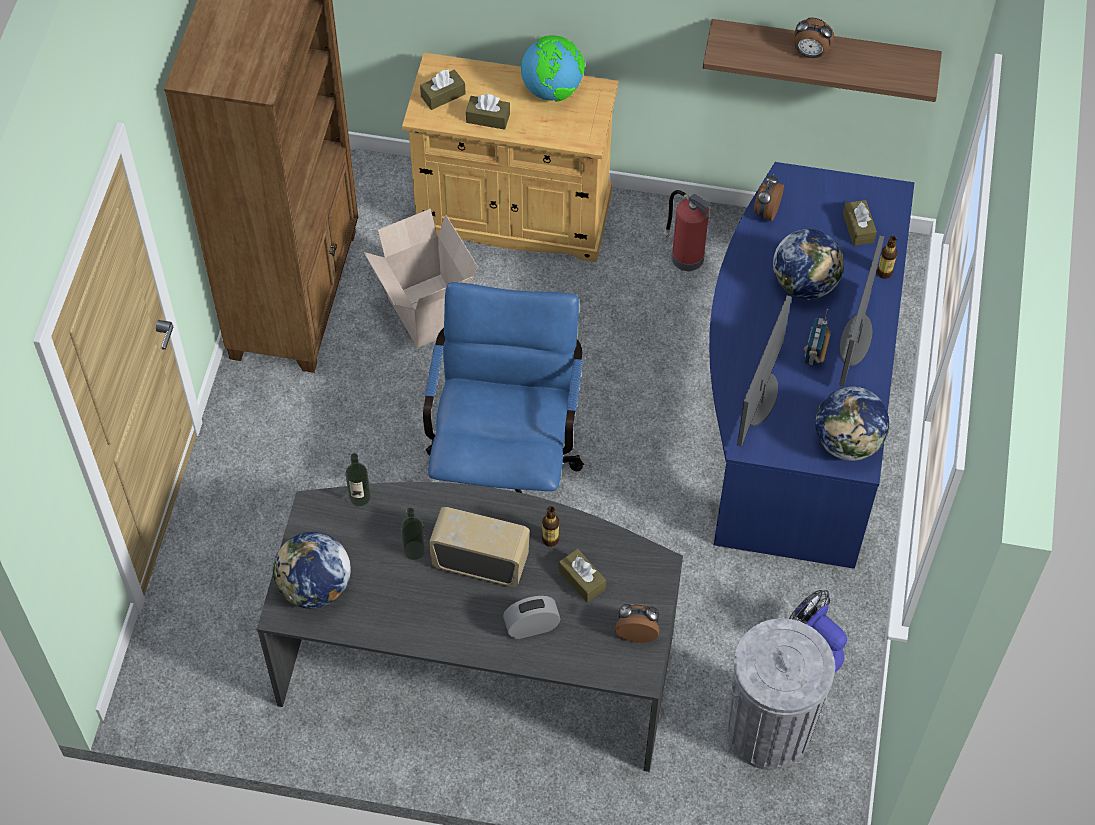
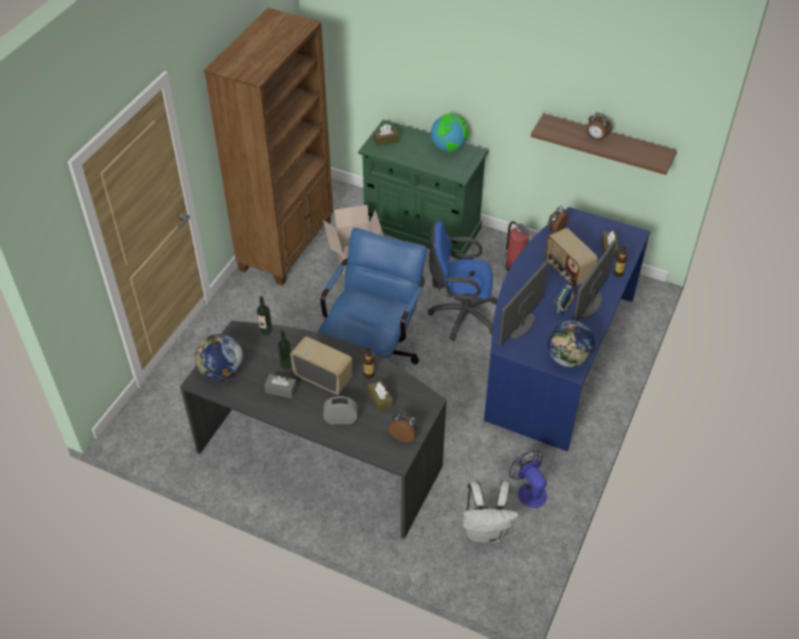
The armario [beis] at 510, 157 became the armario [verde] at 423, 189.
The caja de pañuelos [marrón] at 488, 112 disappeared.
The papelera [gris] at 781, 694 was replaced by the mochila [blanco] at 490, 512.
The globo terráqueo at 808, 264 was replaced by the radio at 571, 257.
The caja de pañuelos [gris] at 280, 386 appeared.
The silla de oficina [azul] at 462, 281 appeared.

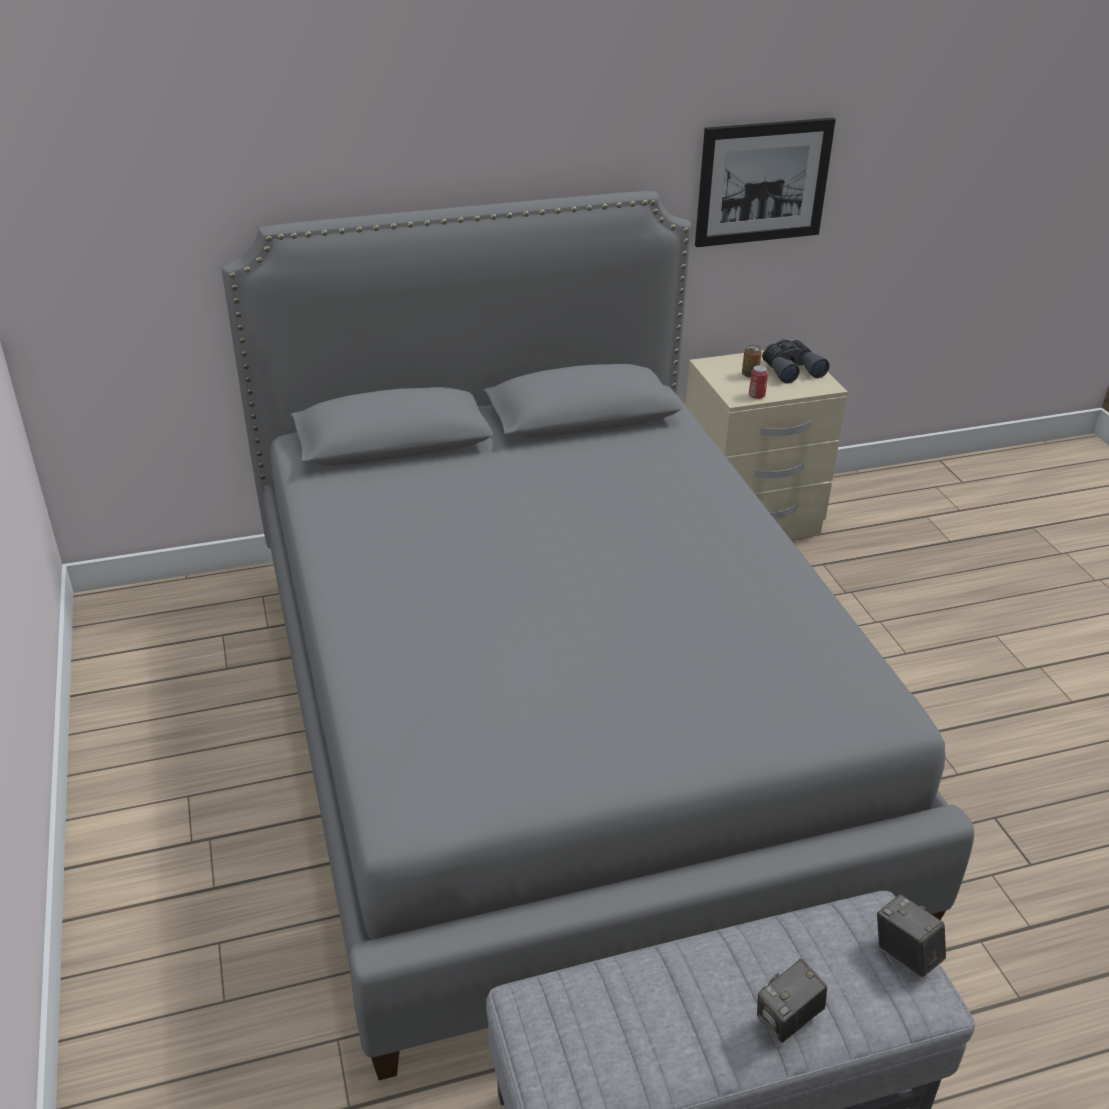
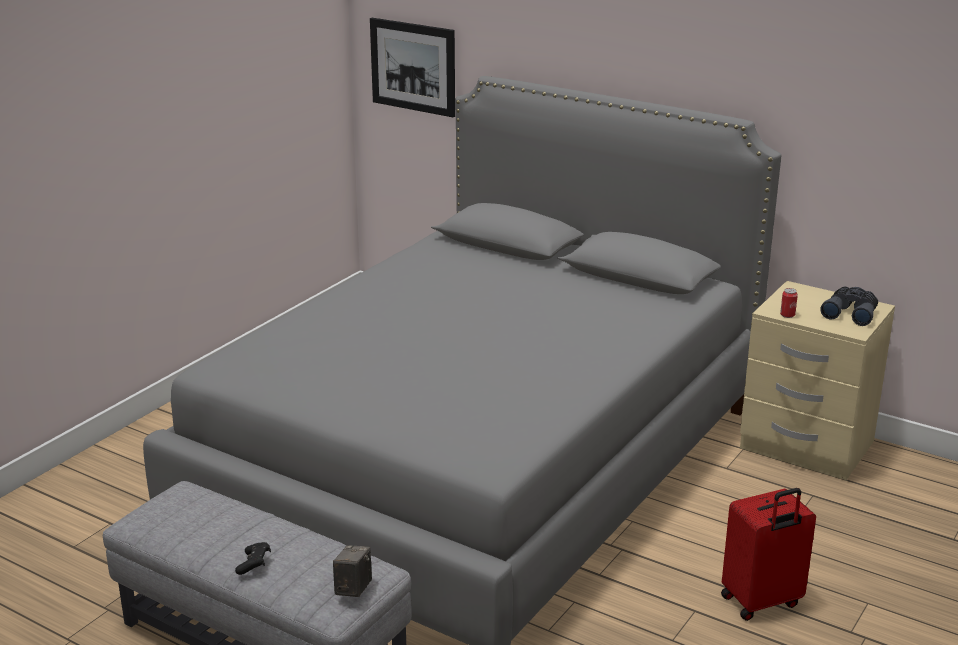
The cuadro moved from 765, 182 to 412, 67.
The lata at 752, 361 disappeared.
The cámara at 792, 1001 was replaced by the mando de consola [negro] at 253, 558.
The maleta [rojo] at 768, 554 appeared.

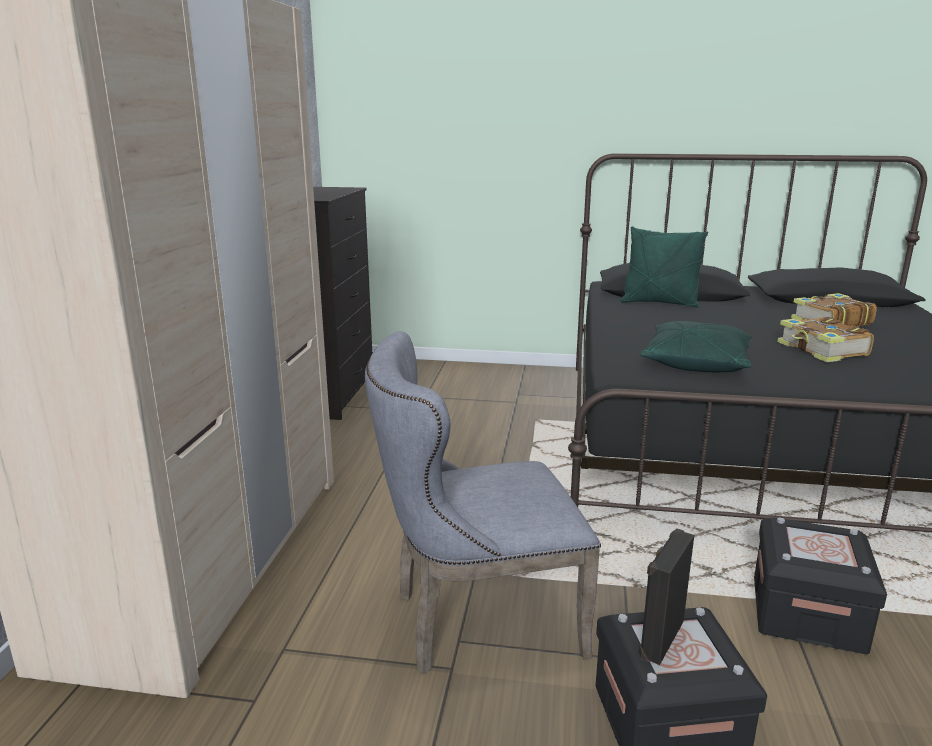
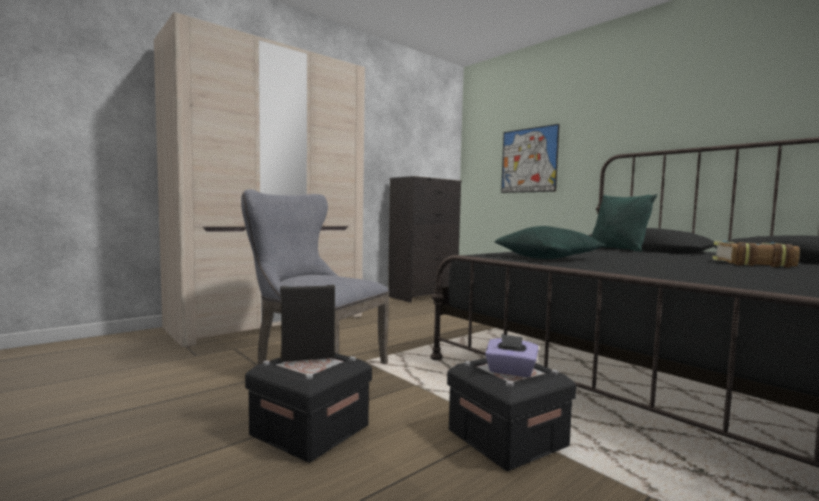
The libro at 826, 339 disappeared.
The caja de pañuelos [morado] at 512, 355 appeared.
The cuadro at 530, 158 appeared.

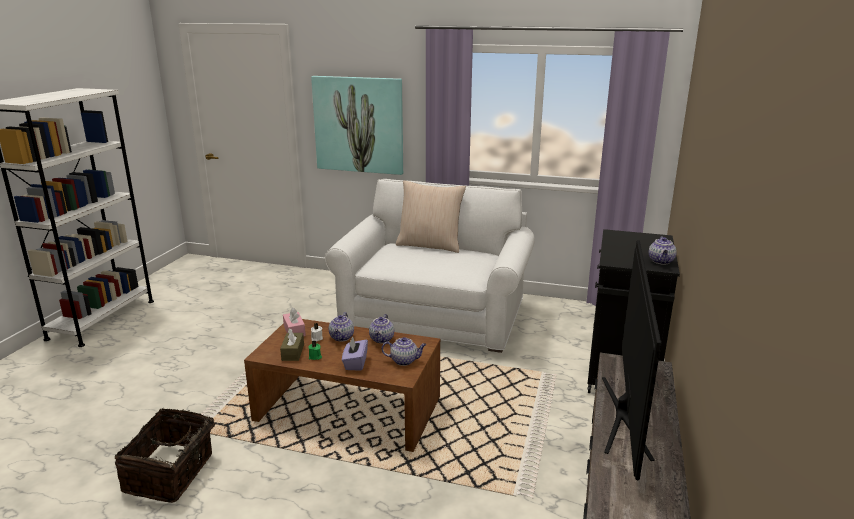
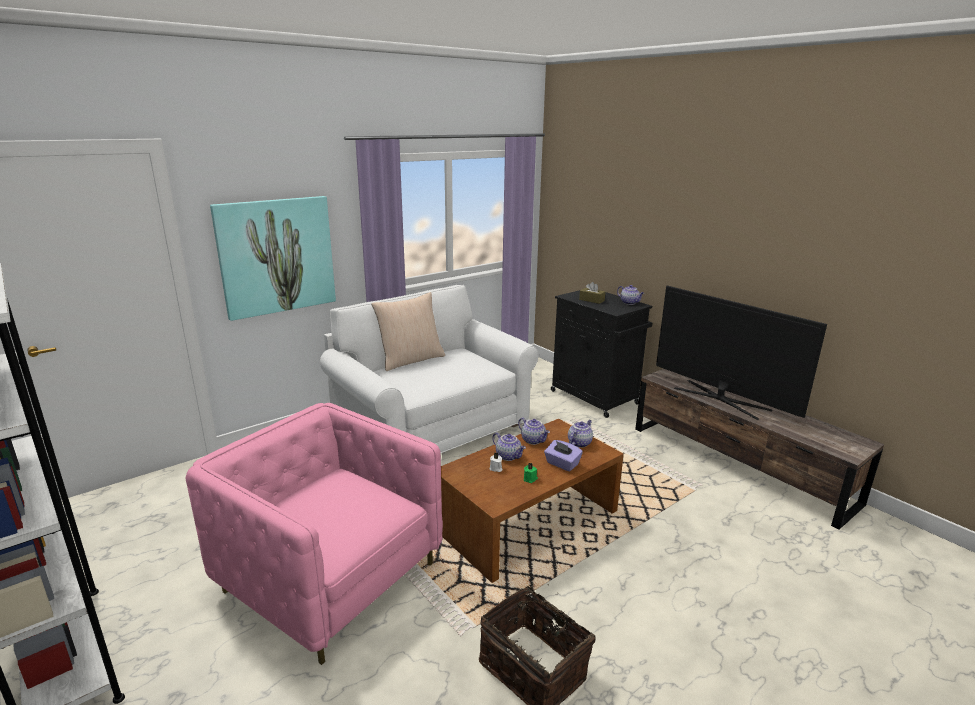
The caja de pañuelos [marrón] moved from 292, 344 to 592, 293.
The caja de pañuelos [rosa] at 294, 321 disappeared.
The sillón [rosa] at 314, 534 appeared.

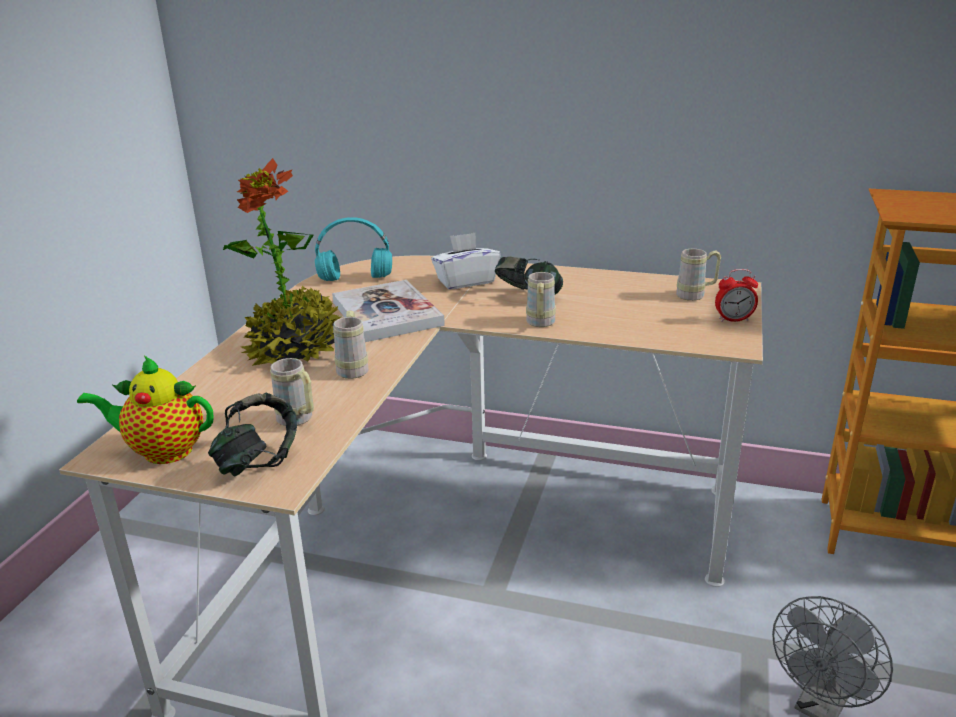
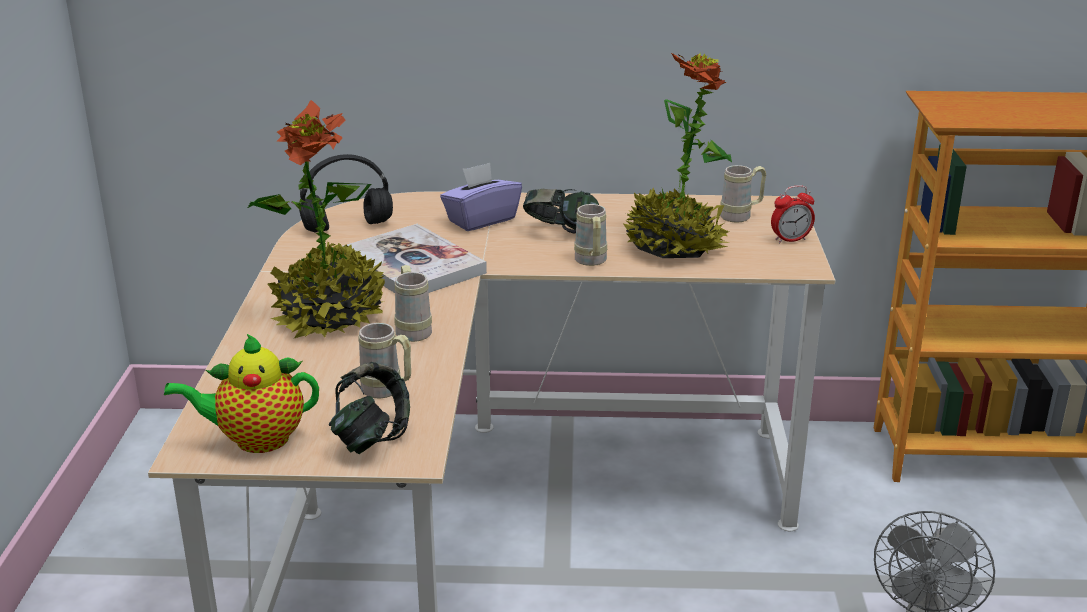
The auriculares [turquesa] at 353, 249 became the auriculares [negro] at 346, 193.
The caja de pañuelos [blanco] at 466, 261 became the caja de pañuelos [morado] at 481, 197.
The planta en maceta at 677, 155 appeared.

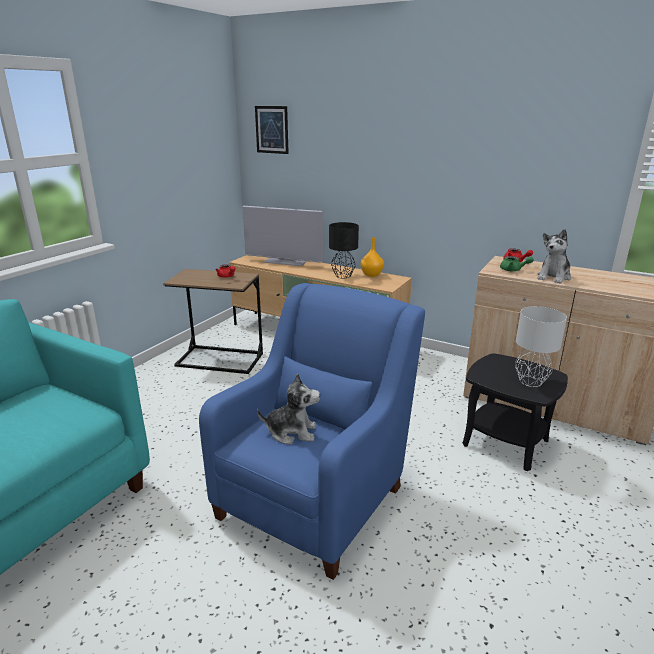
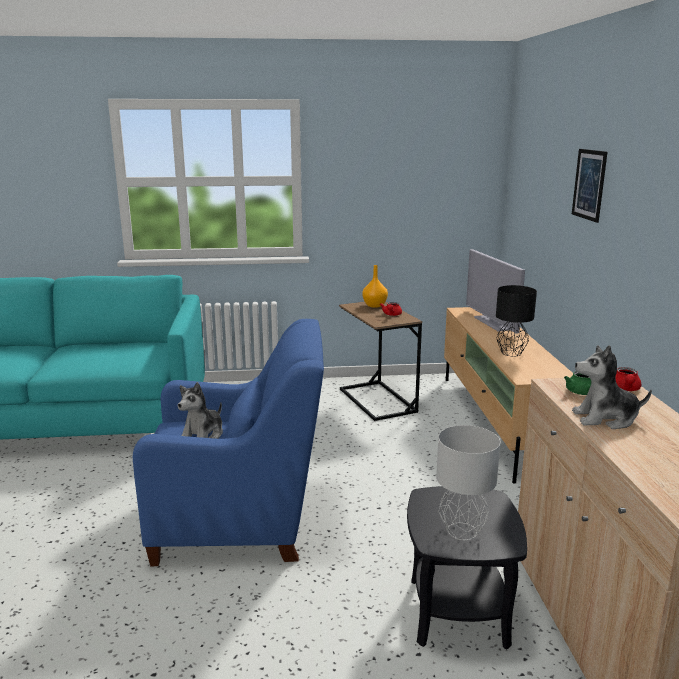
The cuadro moved from 272, 130 to 589, 186.
The peluche at 288, 409 turned 60 degrees clockwise.
The florero [naranja] moved from 372, 257 to 375, 286.

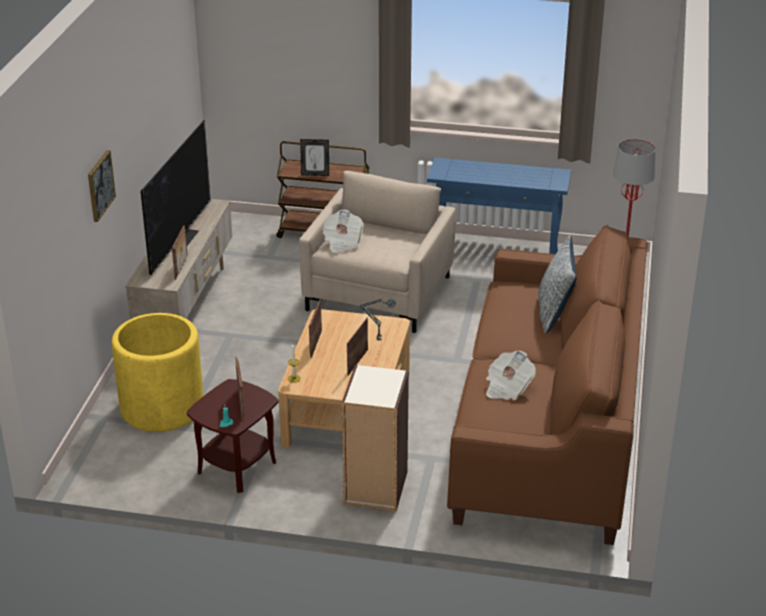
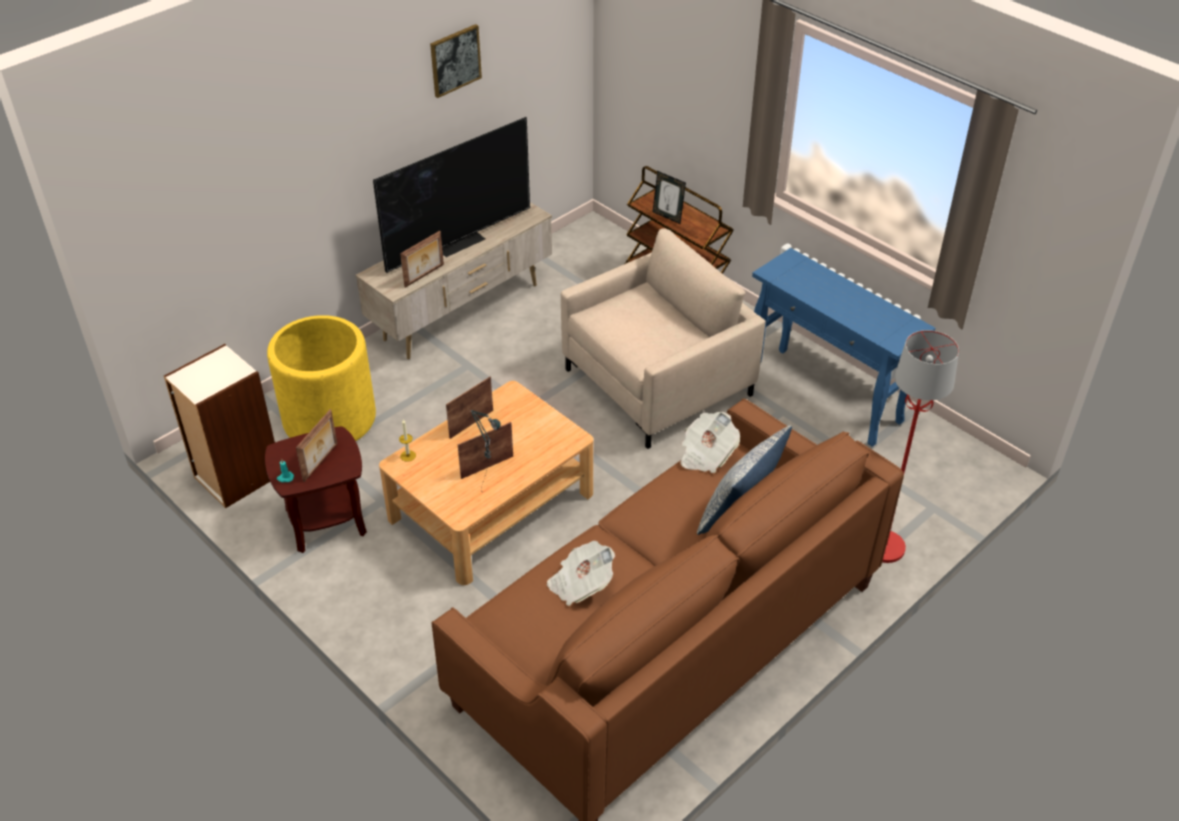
The cuadro moved from 102, 186 to 456, 61.
The periódico moved from 343, 231 to 710, 442.
The estantería moved from 375, 438 to 219, 426.

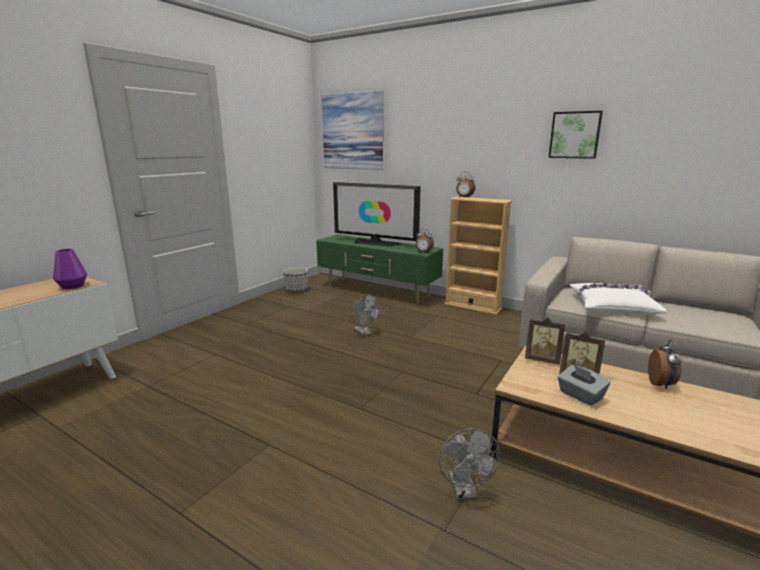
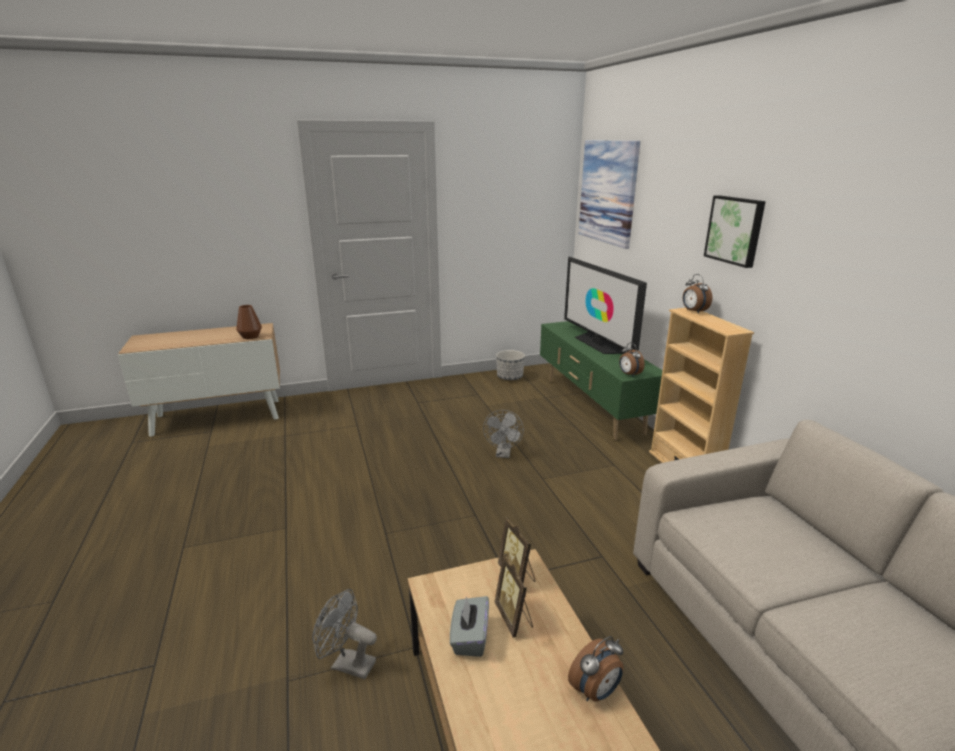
The florero [morado] at 70, 269 became the florero [marrón] at 249, 322.
The ventilador [gris] at 469, 464 turned 75 degrees clockwise.
The cuadro moved from 575, 135 to 735, 231.
The cojín [blanco] at 618, 298 disappeared.

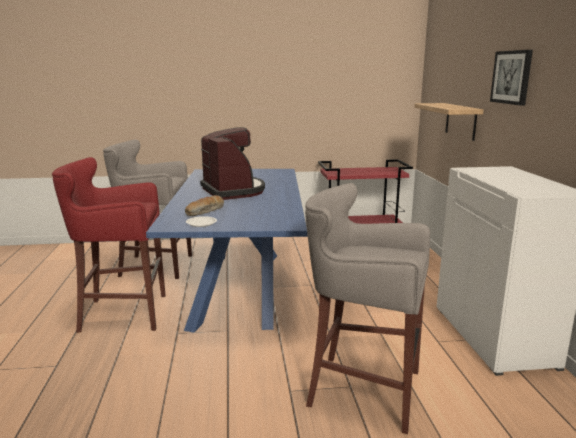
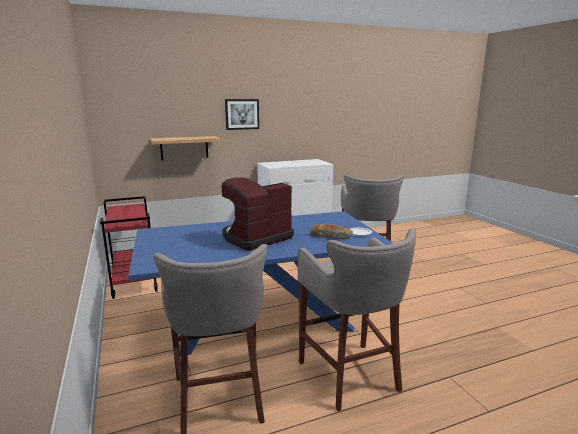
The taburete [rojo] at 108, 245 became the taburete [gris] at 357, 319.

